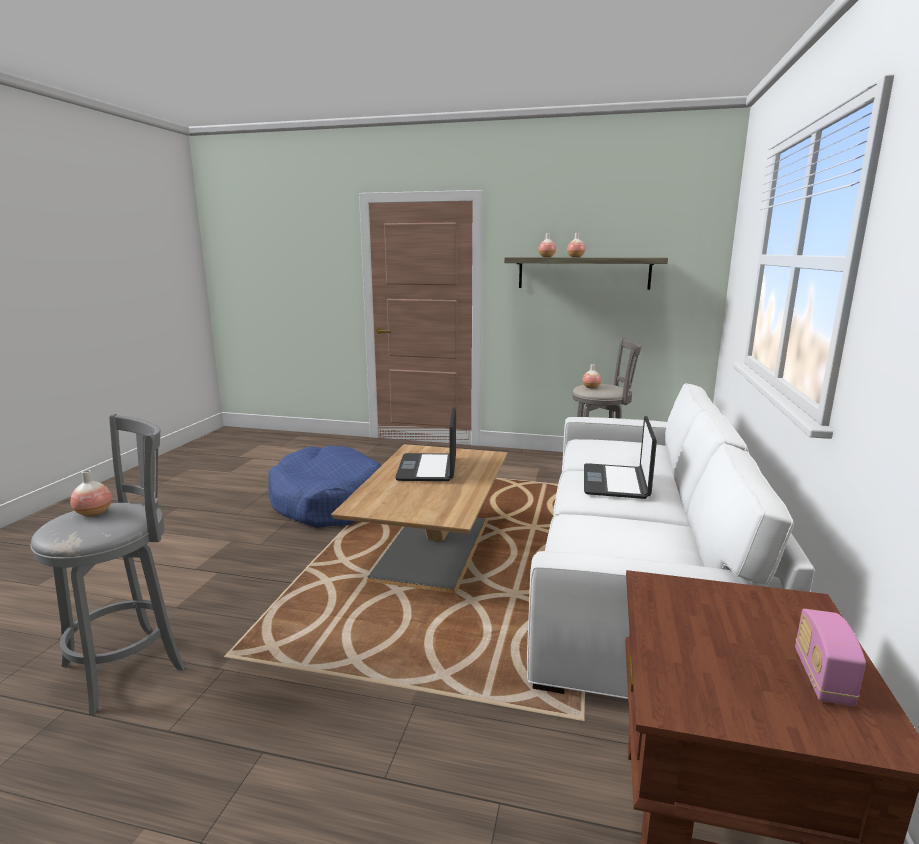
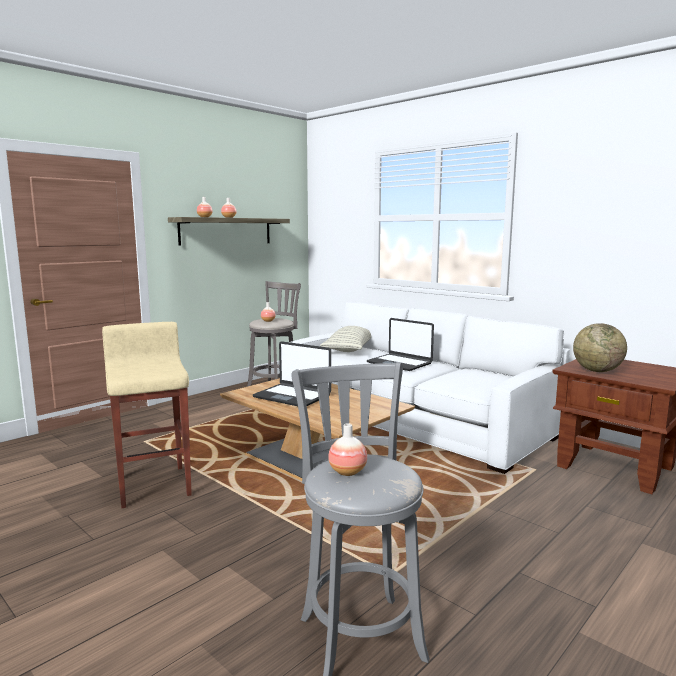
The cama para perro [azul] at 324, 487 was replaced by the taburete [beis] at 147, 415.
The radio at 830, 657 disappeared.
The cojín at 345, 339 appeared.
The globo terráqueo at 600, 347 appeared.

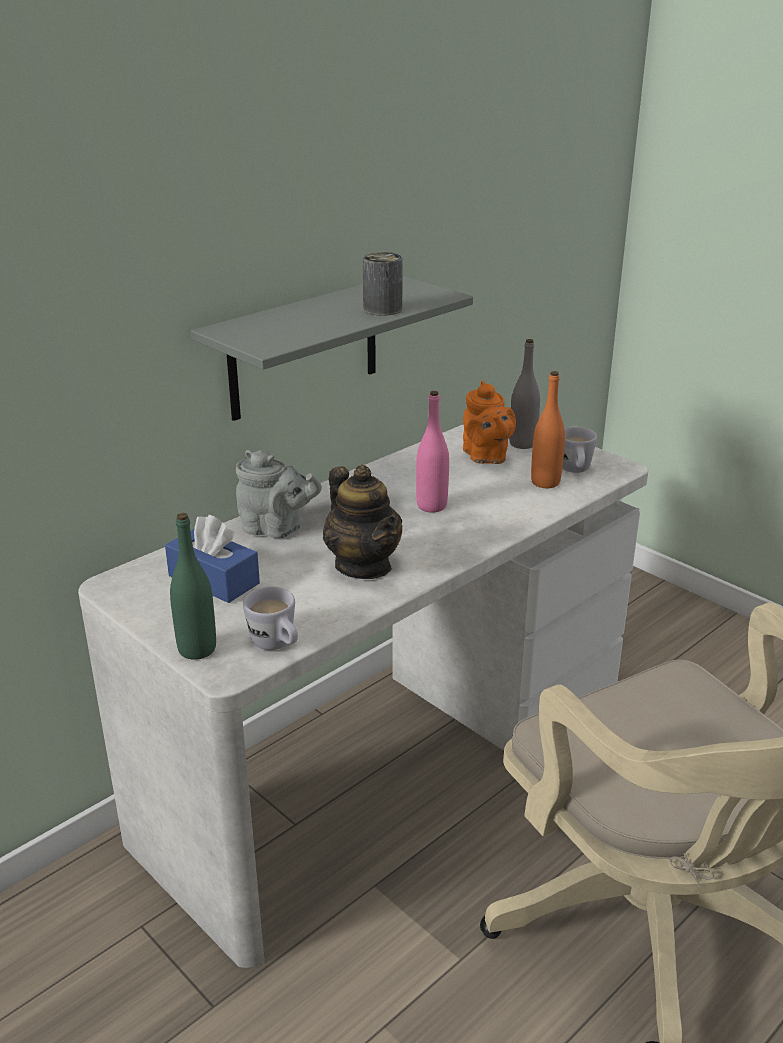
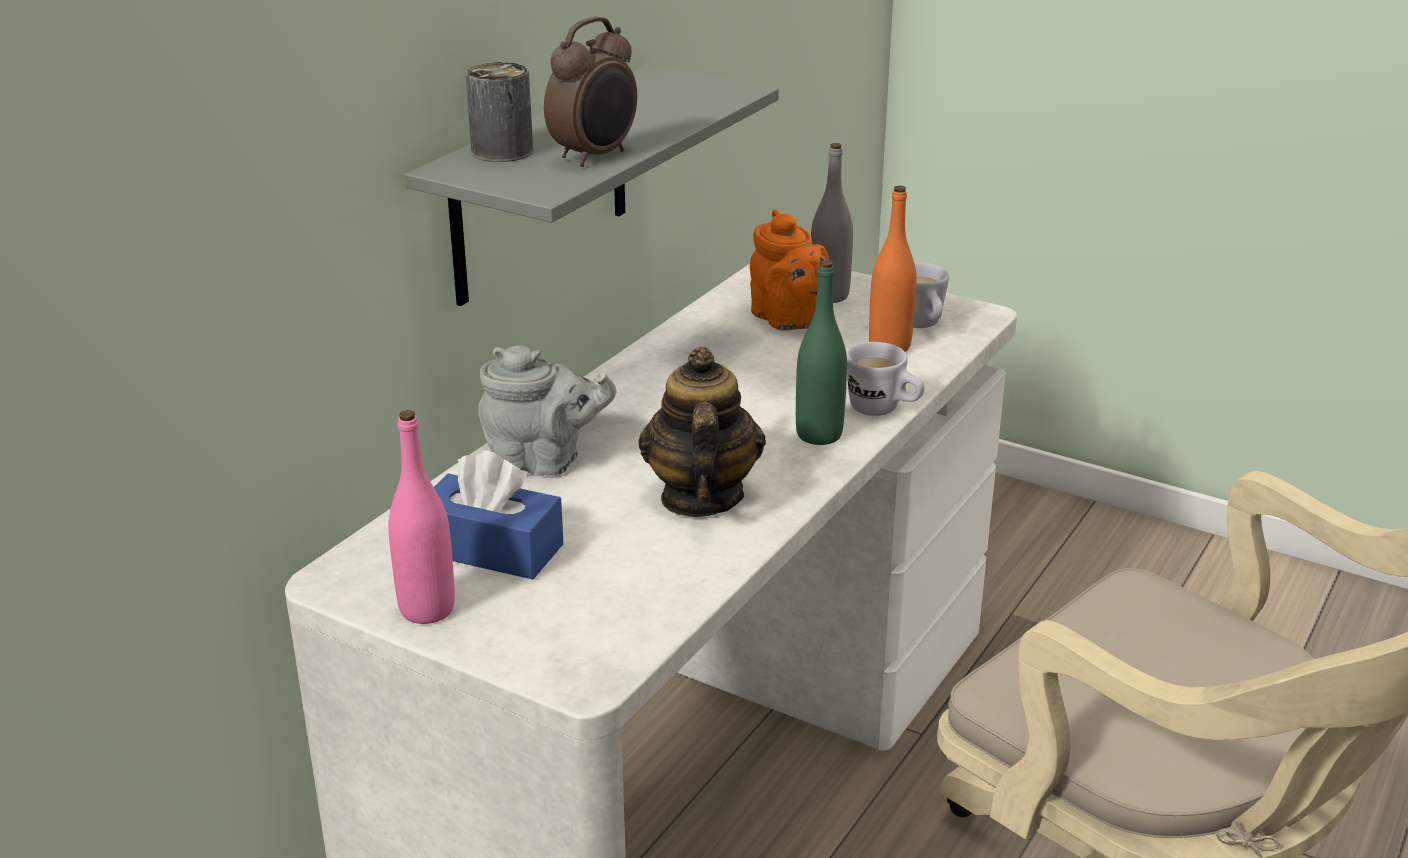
The botella [verde] moved from 193, 586 to 821, 352.
The taza grande [blanco] moved from 270, 618 to 885, 379.
The tetera at 362, 522 turned 135 degrees counterclockwise.
The lata moved from 383, 284 to 499, 112.
The botella [rosa] moved from 432, 451 to 421, 517.
The despertador at 590, 92 appeared.

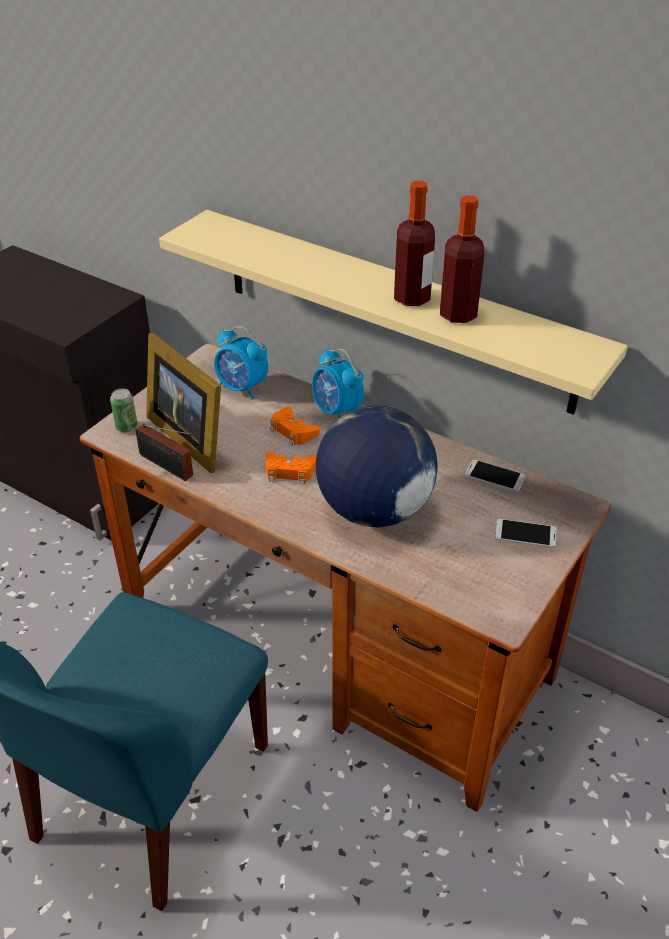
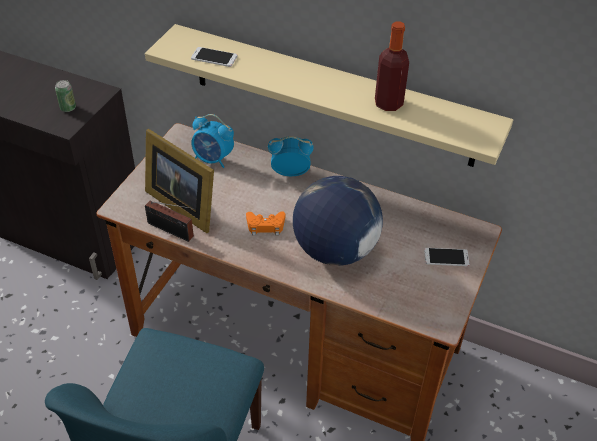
The lata moved from 123, 410 to 65, 96.
The mando de consola [naranja] at 295, 426 disappeared.
The despertador at 338, 383 turned 135 degrees clockwise.
The botella at 414, 243 disappeared.
The móvil moved from 495, 475 to 214, 57.

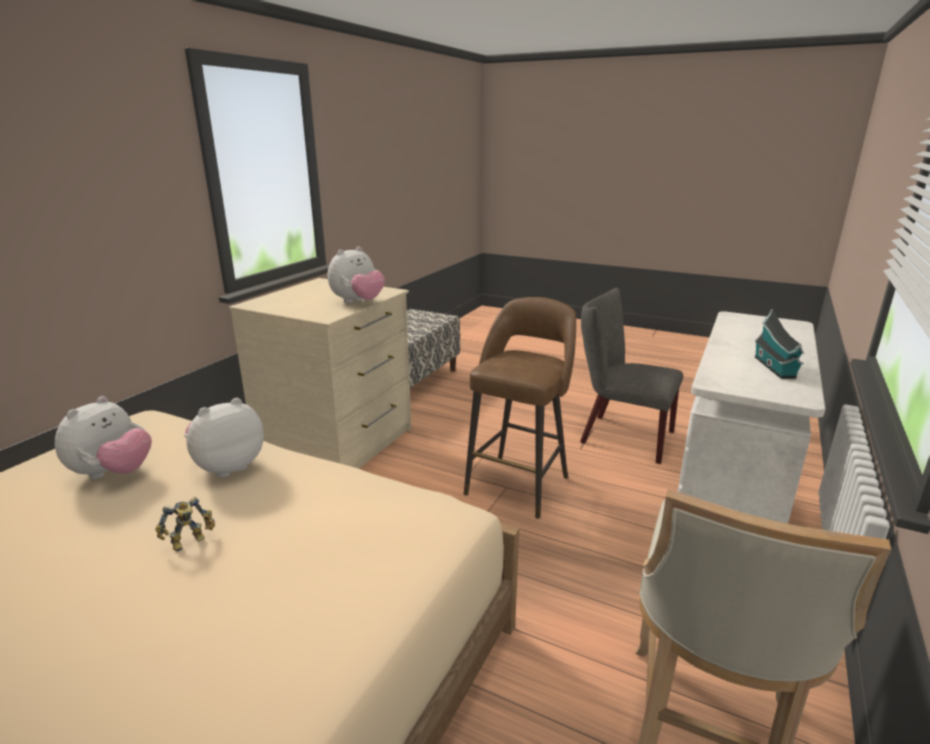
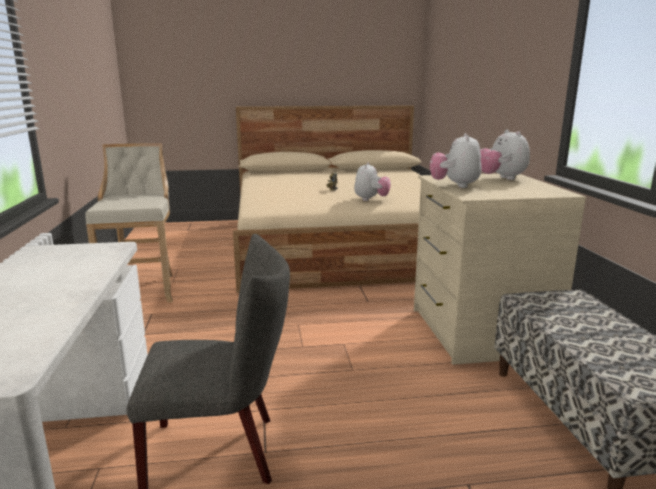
The peluche moved from 103, 437 to 505, 154.
The taburete [marrón] at 520, 408 disappeared.
The casita at 779, 344 disappeared.

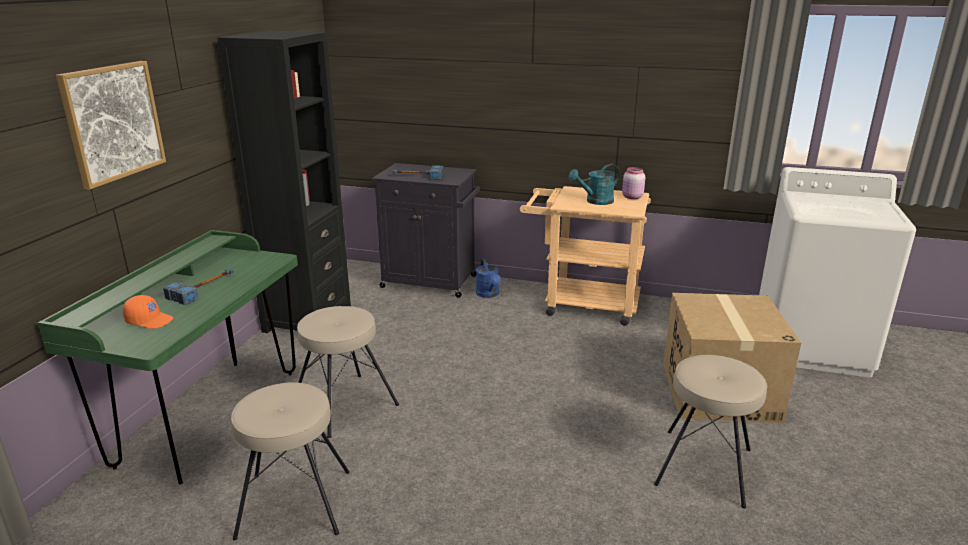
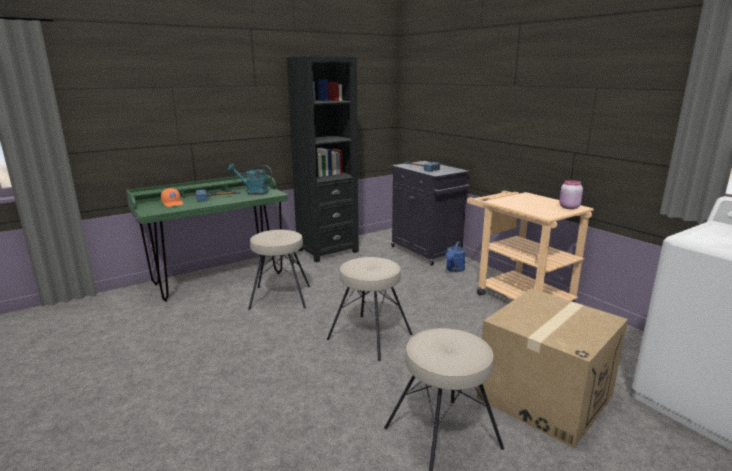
The cuadro at 111, 125 disappeared.
The taburete [beis] moved from 290, 461 to 369, 309.
The regadera [turquesa] moved from 593, 184 to 250, 179.

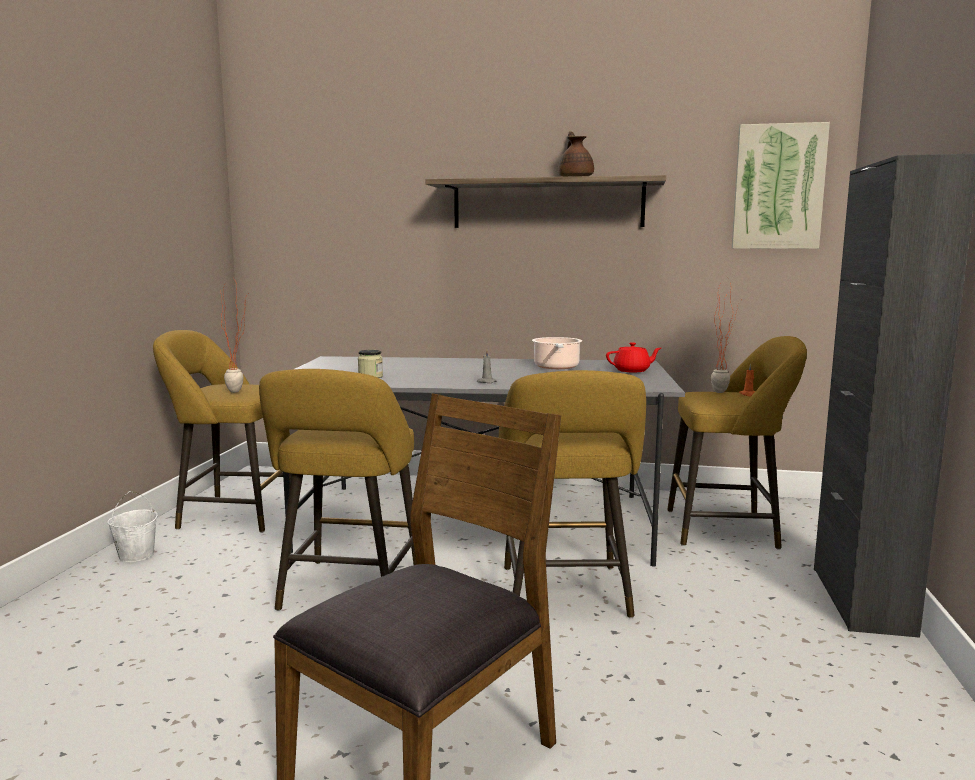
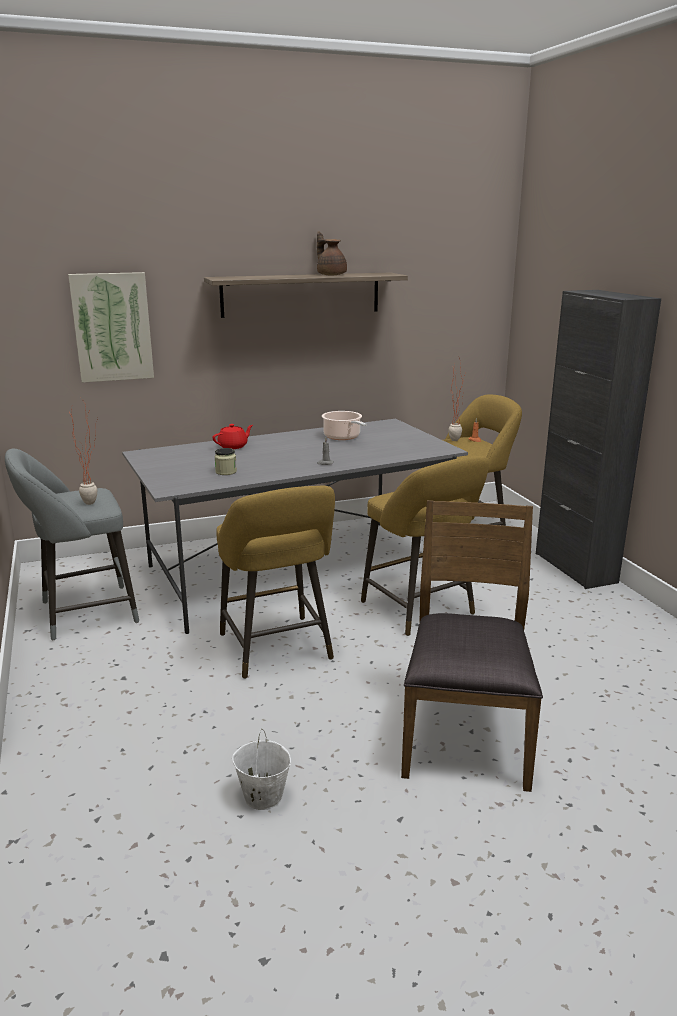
The cubo [blanco] moved from 133, 526 to 261, 769.
The taburete [amarillo] at 222, 431 became the taburete [gris] at 72, 544.
The tetera [rojo] moved from 633, 357 to 232, 436.
The cuadro moved from 781, 185 to 111, 327.

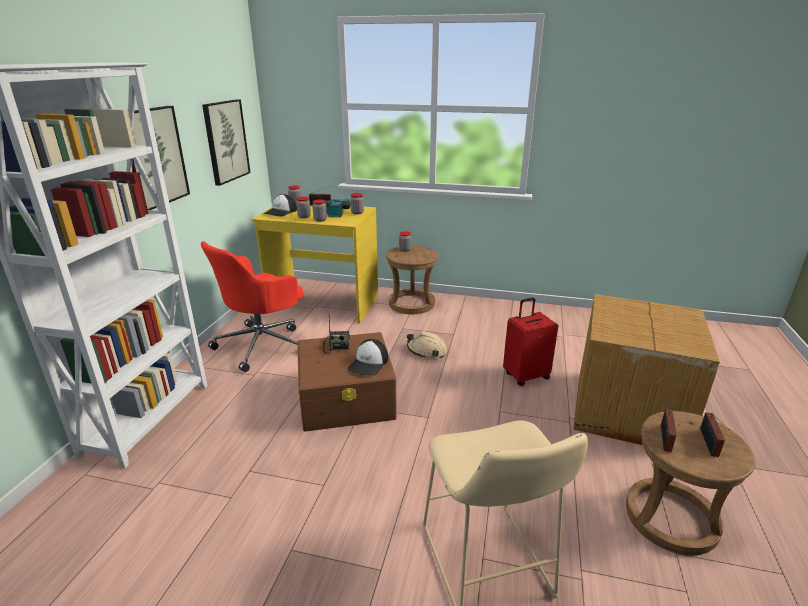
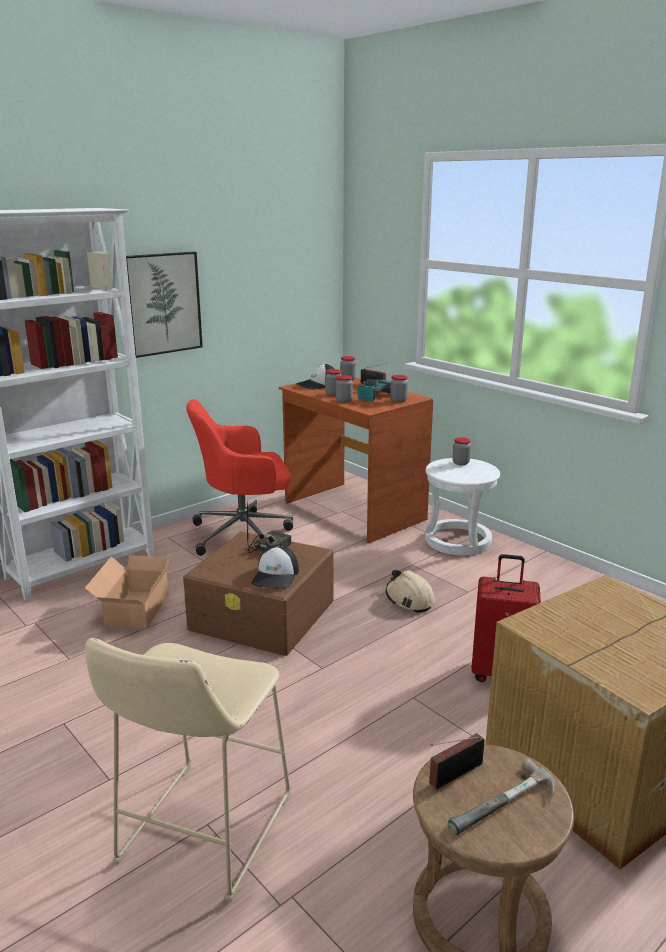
The cuadro at 226, 142 disappeared.
The escritorio [amarillo] at 314, 264 became the escritorio [marrón] at 356, 460.
The gorra at 368, 357 turned 45 degrees counterclockwise.
The taburete [marrón] at 412, 279 became the taburete [blanco] at 462, 506.
The radio at 714, 434 was replaced by the martillo at 501, 796.
The caja de cartón at 129, 591 appeared.

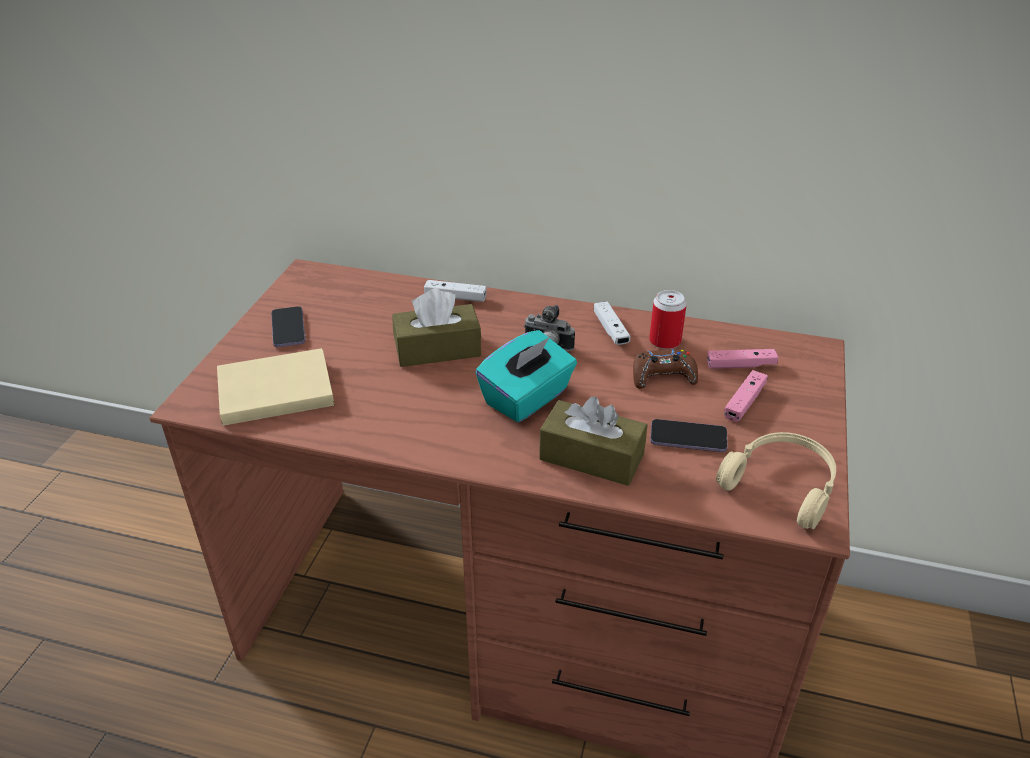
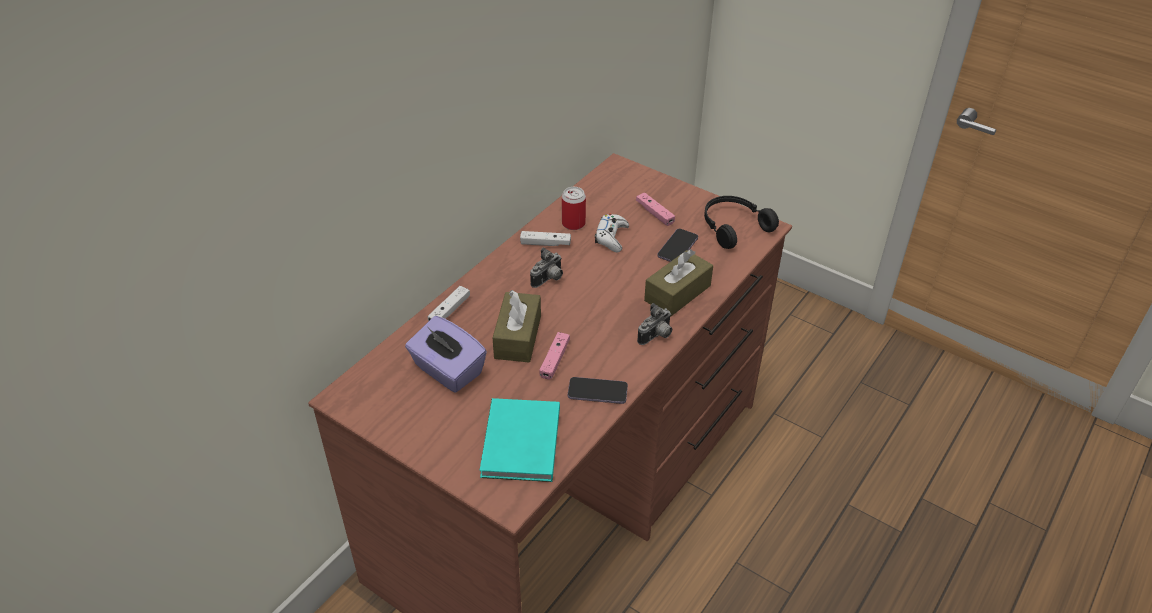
The libro [beis] at 275, 387 became the libro [turquesa] at 520, 440.
The móvil moved from 288, 326 to 598, 390.
The caja de pañuelos [turquesa] at 526, 376 disappeared.
The mando de consola [marrón] at 665, 369 became the mando de consola [blanco] at 612, 232.
The mando de consola [rosa] moved from 743, 359 to 554, 356.
The auriculares [beis] at 776, 480 became the auriculares [negro] at 741, 222.
The caja de pañuelos [morado] at 446, 354 appeared.
The cámara at 654, 324 appeared.

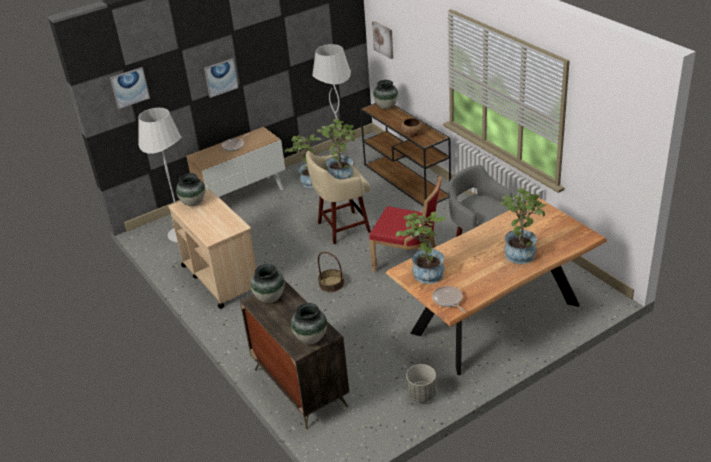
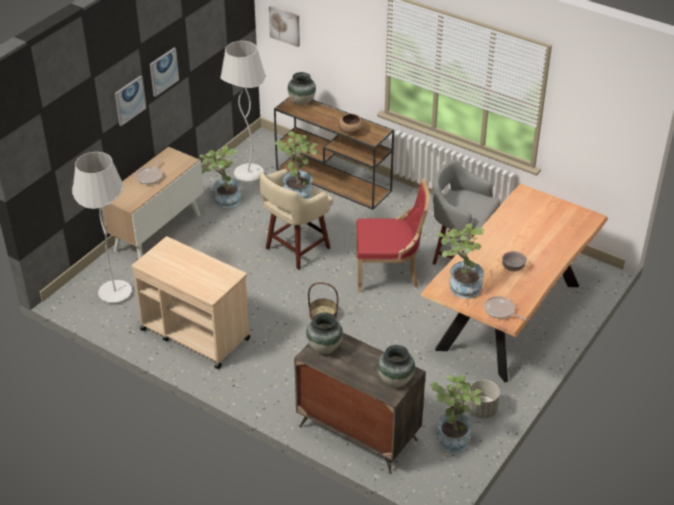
The cuadro moved from 130, 88 to 164, 72.
The florero at 190, 189 disappeared.
The planta en maceta moved from 523, 226 to 456, 413.
The cuenco [gris] at 514, 261 appeared.

